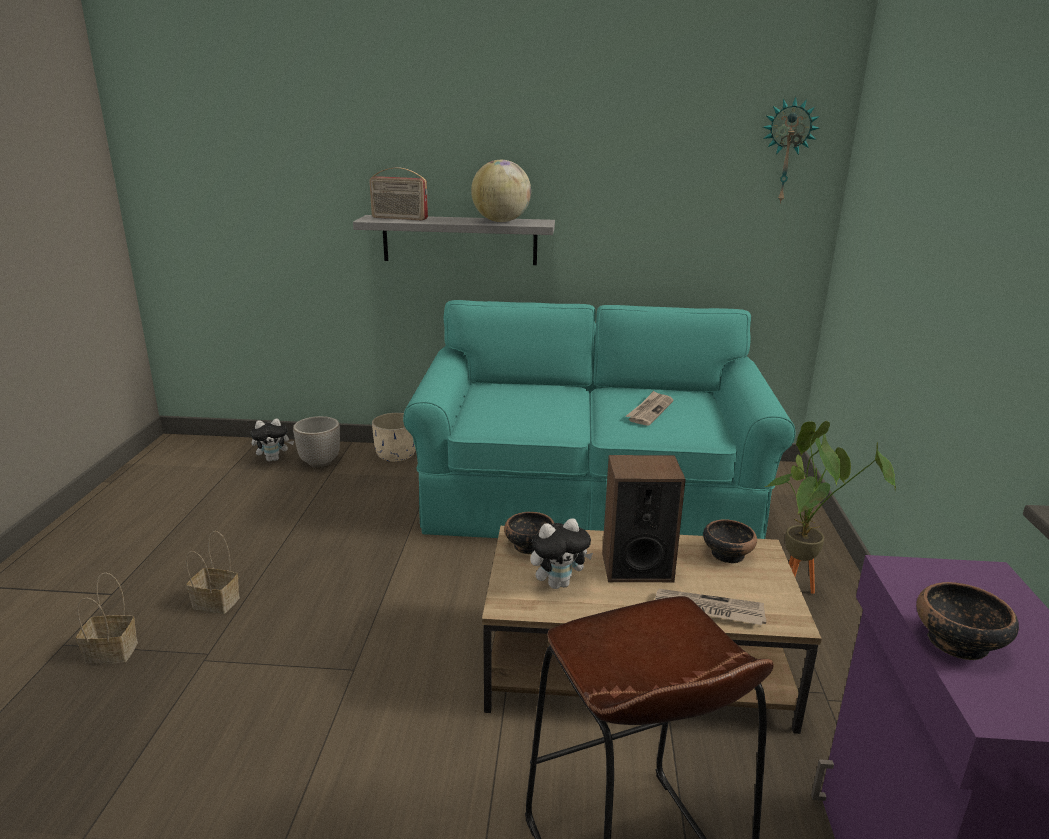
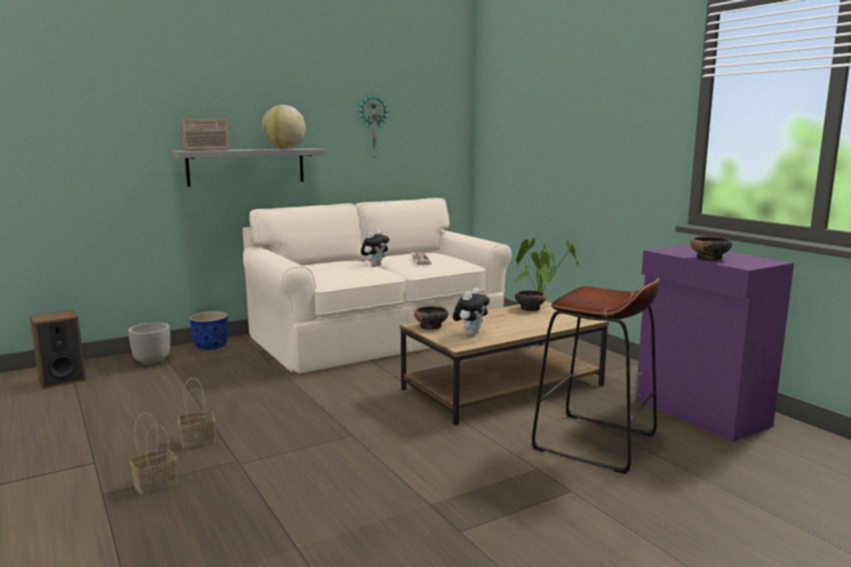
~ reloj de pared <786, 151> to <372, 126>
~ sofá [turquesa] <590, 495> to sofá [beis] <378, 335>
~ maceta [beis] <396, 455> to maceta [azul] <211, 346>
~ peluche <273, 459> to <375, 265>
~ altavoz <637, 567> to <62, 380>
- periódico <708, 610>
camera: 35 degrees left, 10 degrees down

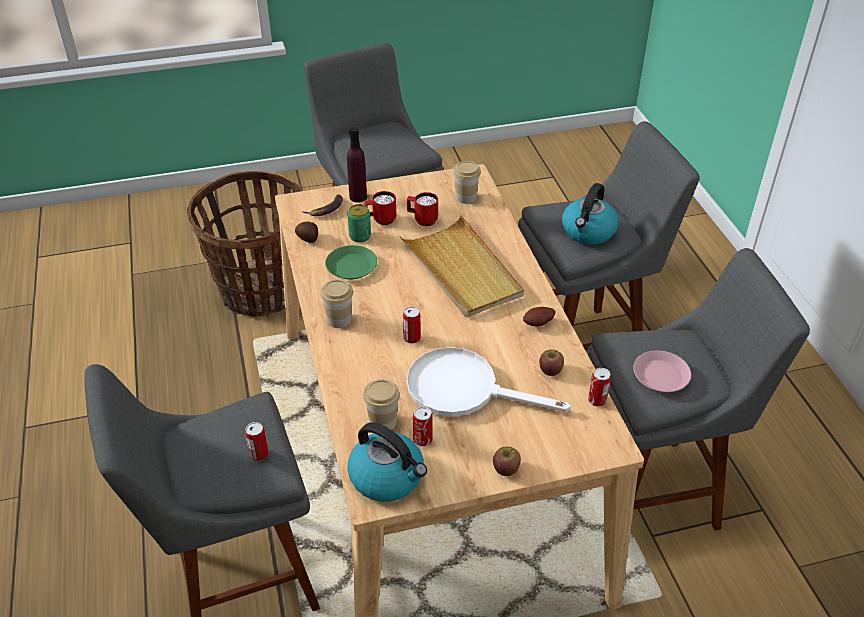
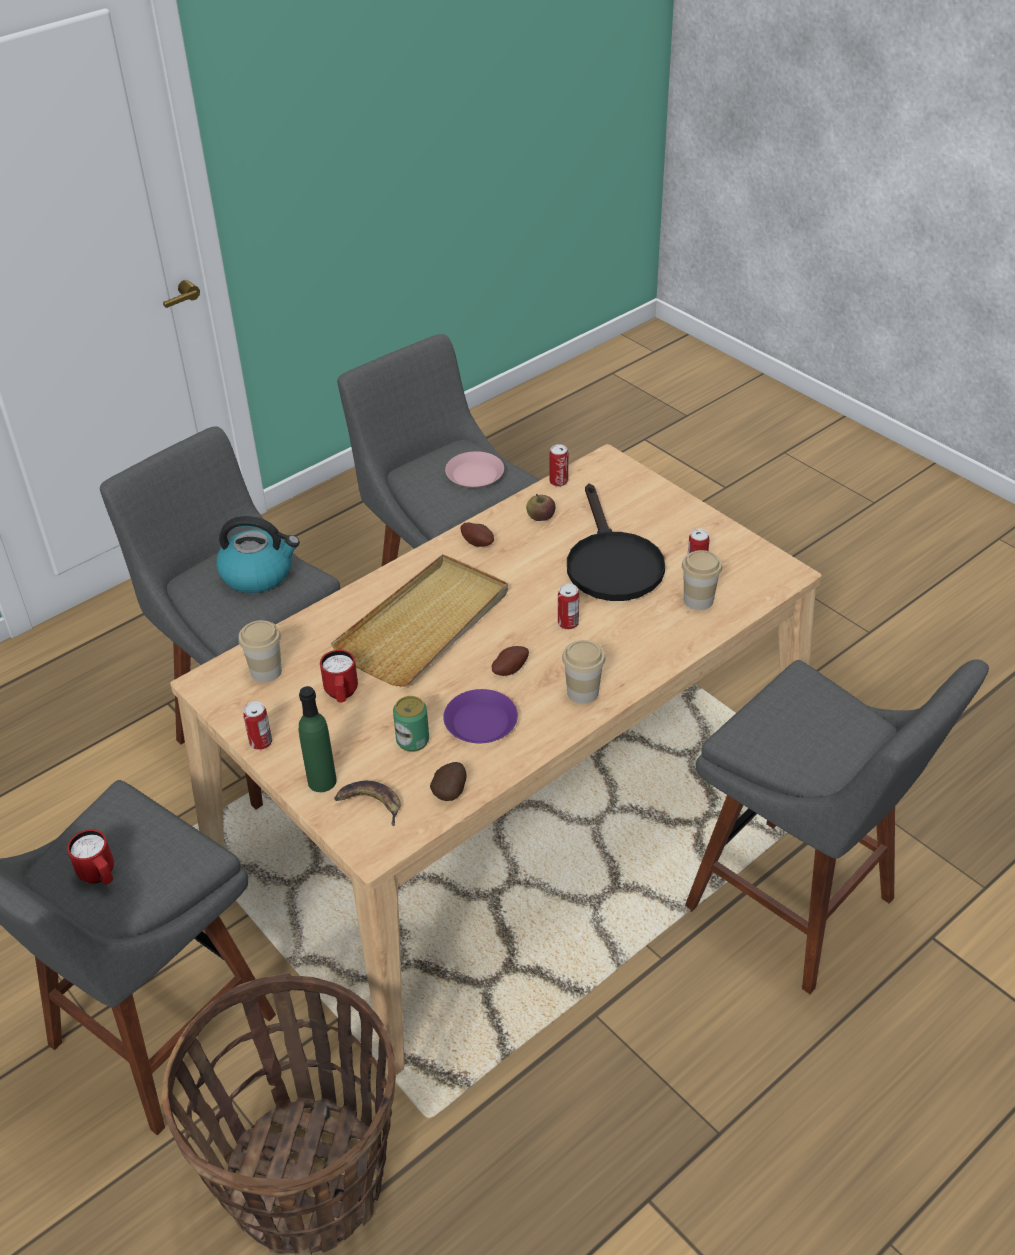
~ botella [morado] <358, 197> to botella [verde] <322, 781>
~ taza grande [rojo] <380, 220> to <100, 876>
~ plato [verde] <351, 267> to plato [morado] <481, 722>
~ sartén [blanco] <464, 389> to sartén [negro] <611, 562>
~ lata <259, 454> to <261, 742>
- hervidor <388, 477>
- manzana <506, 468>
+ patata <509, 669>
camera: 115 degrees left, 0 degrees up

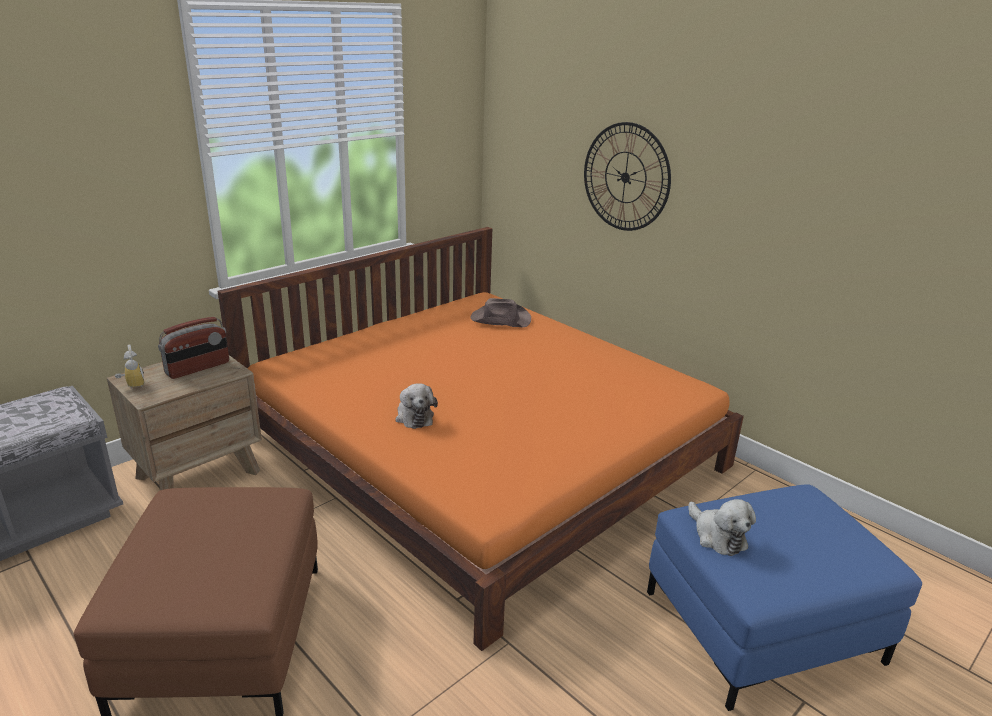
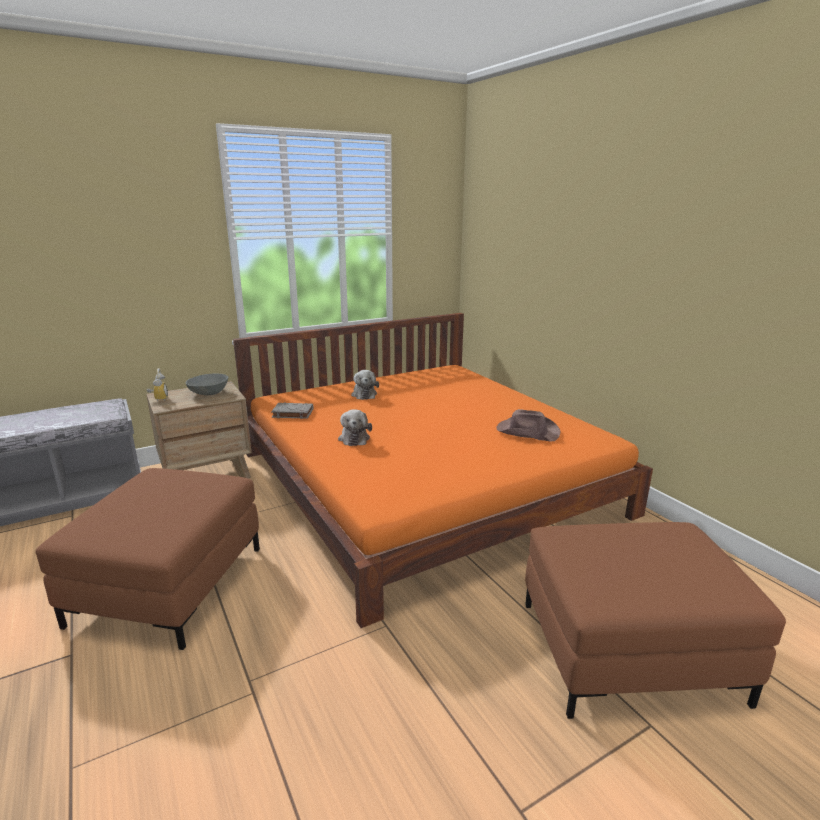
- reloj de pared <625, 177>
~ sombrero [marrón] <500, 319> to <527, 431>
~ radio <198, 368> to cuenco [gris] <209, 393>
~ puf [azul] <761, 627> to puf [marrón] <627, 651>
~ peluche <717, 536> to <364, 394>
+ libro [gris] <292, 413>
camera: 15 degrees right, 5 degrees down

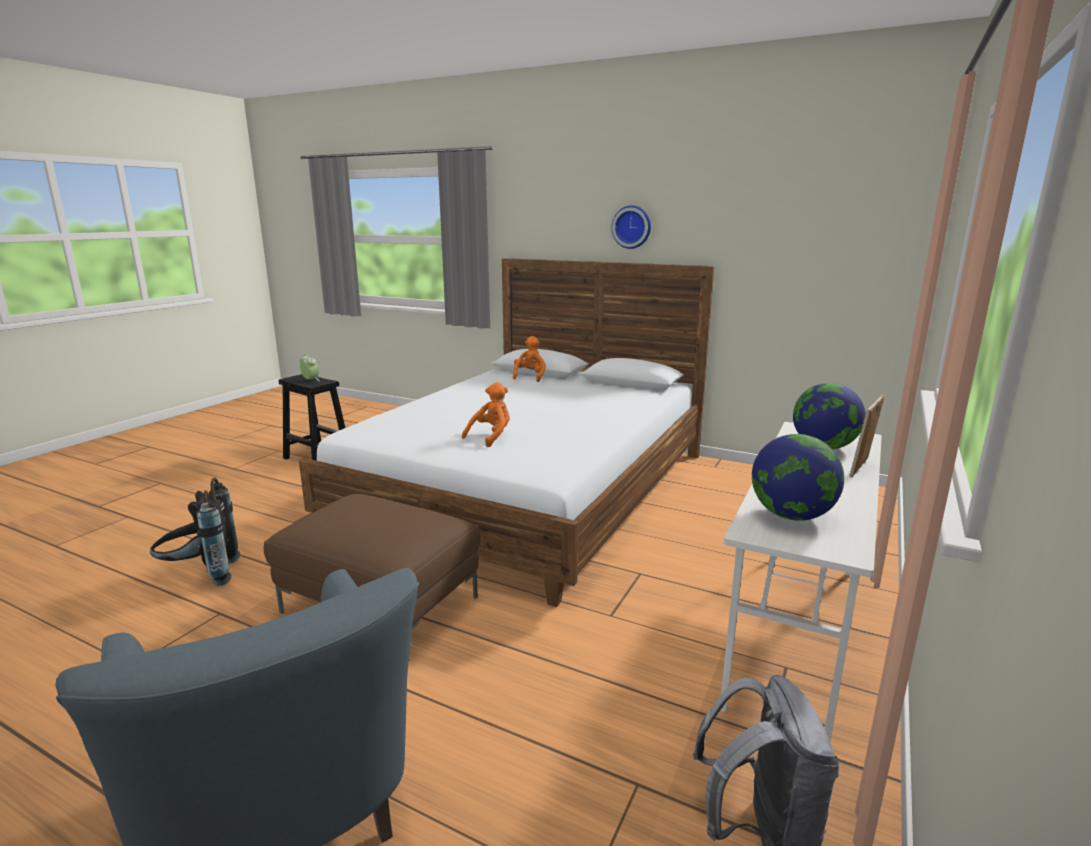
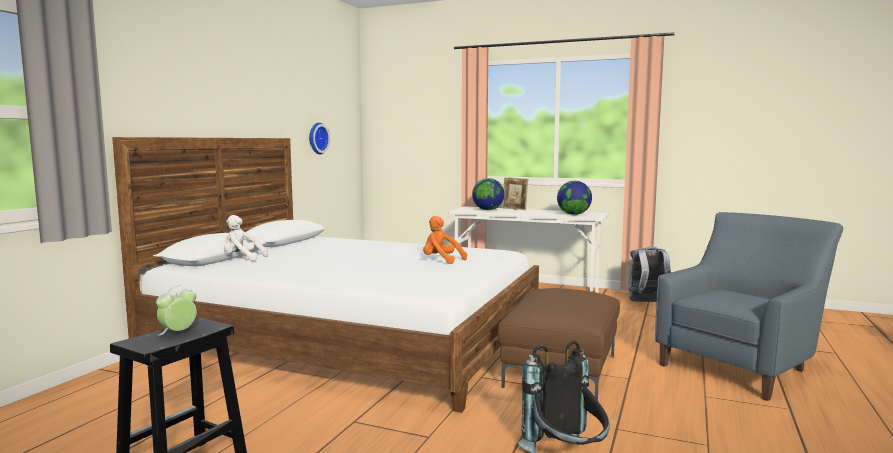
~ reloj de pared <632, 227> to <317, 138>
~ peluche [naranja] <530, 377> to peluche [blanco] <242, 259>
camera: 95 degrees left, 10 degrees down

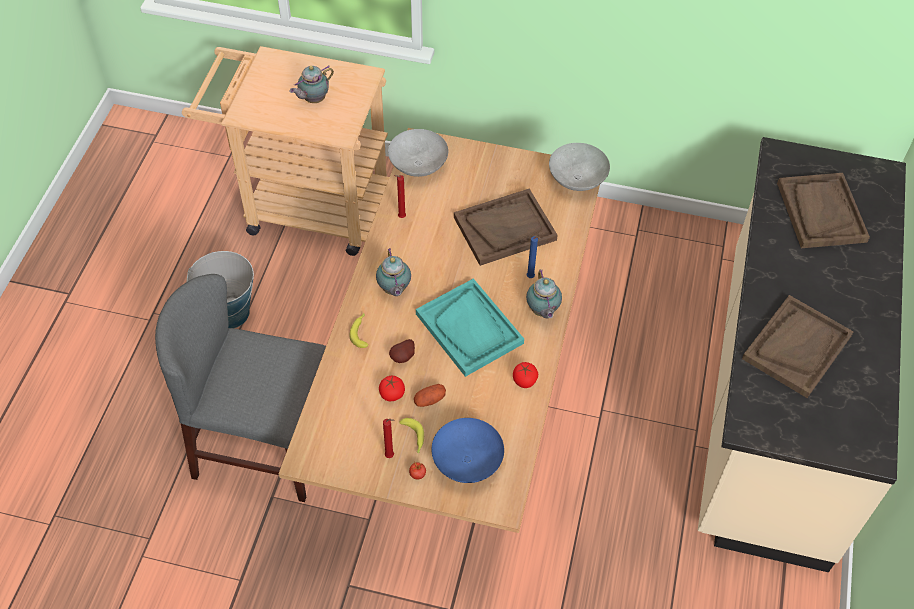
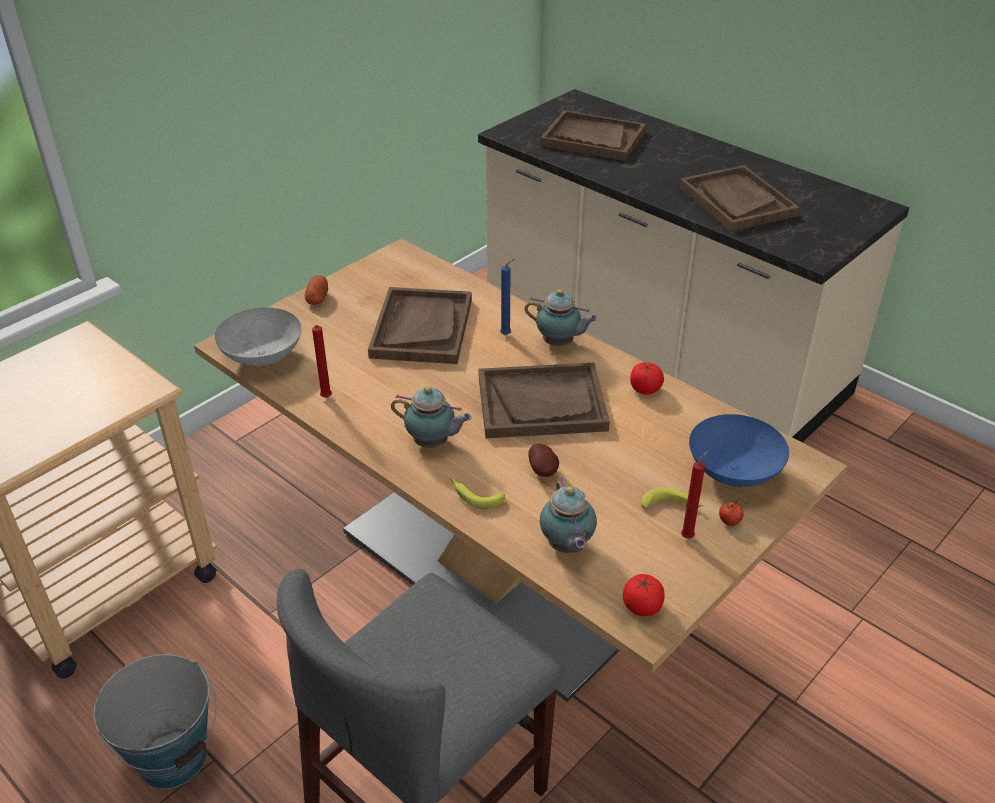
~ tetera <313, 100> to <566, 547>
- cuenco [gris] <578, 180>
~ bandeja [turquesa] <469, 329> to bandeja [marrón] <542, 403>
~ tomate <392, 394> to <642, 606>
~ patata <429, 400> to <317, 298>
camera: 60 degrees left, 15 degrees down

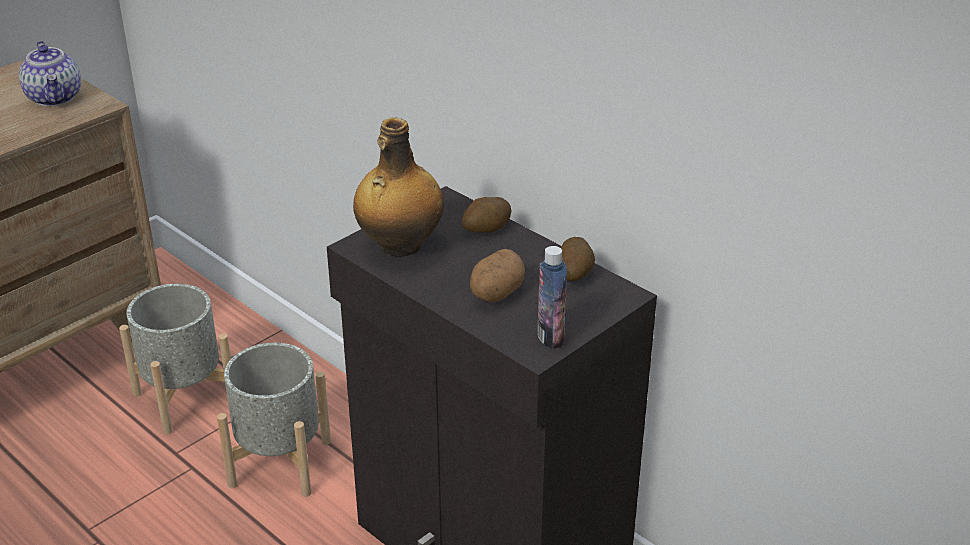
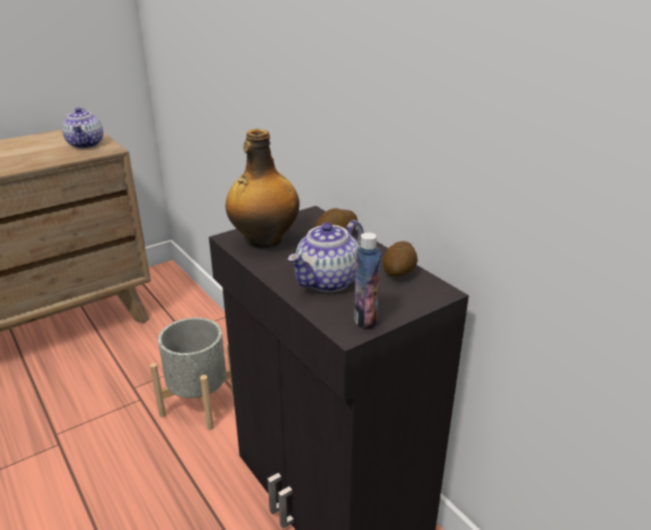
~ patata <495, 294> to tetera <328, 281>
- maceta [gris] <185, 398>
camera: 10 degrees right, 5 degrees down

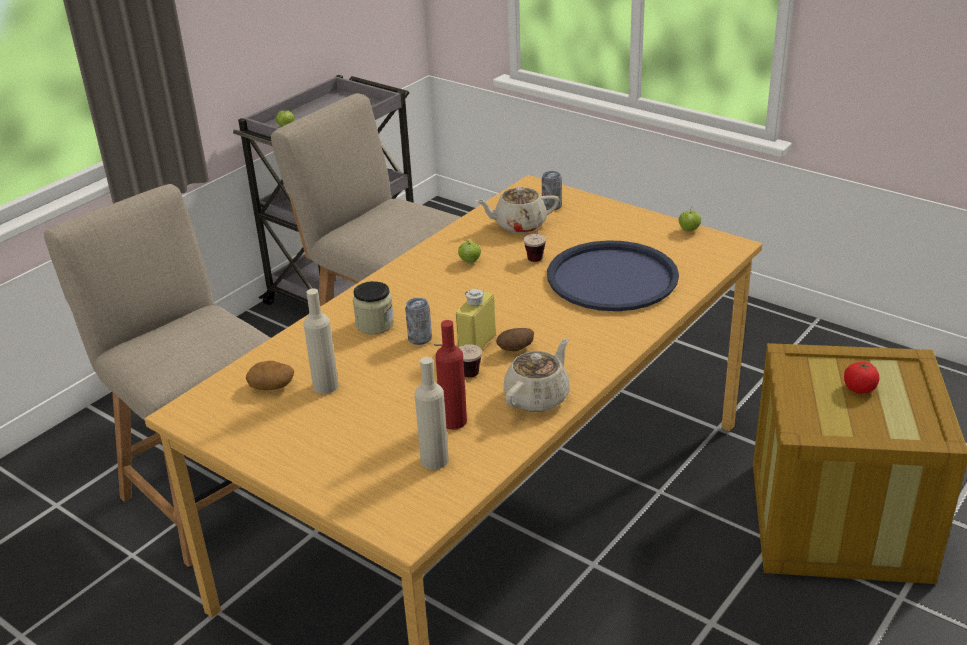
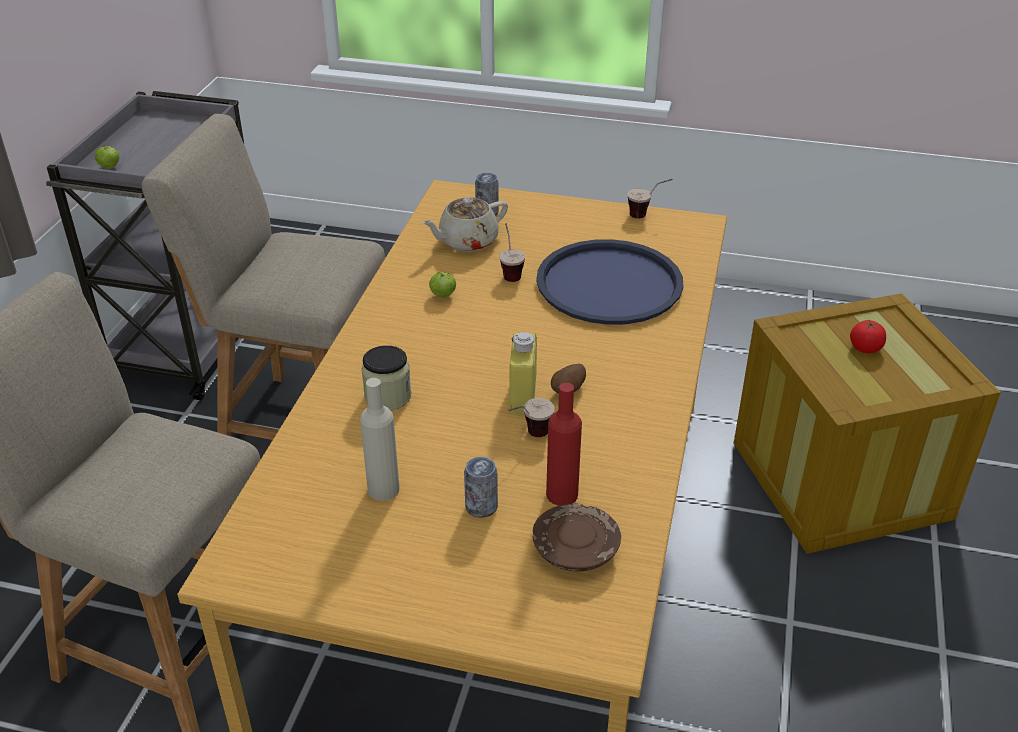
~ manzana <689, 230> to taza <647, 214>
~ lata <420, 339> to <481, 507>
- tetera [beis] <538, 397>
~ botella [beis] <434, 460> to plato [marrón] <575, 549>
- patata <272, 386>
camera: 25 degrees left, 5 degrees up

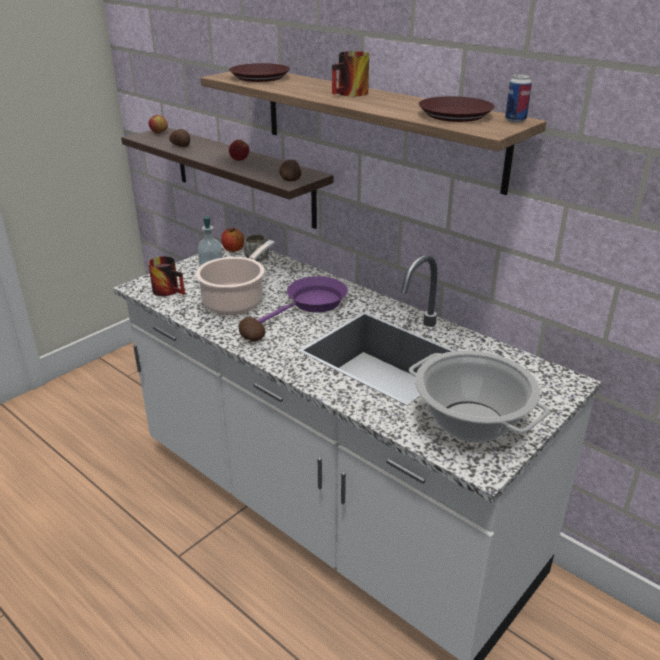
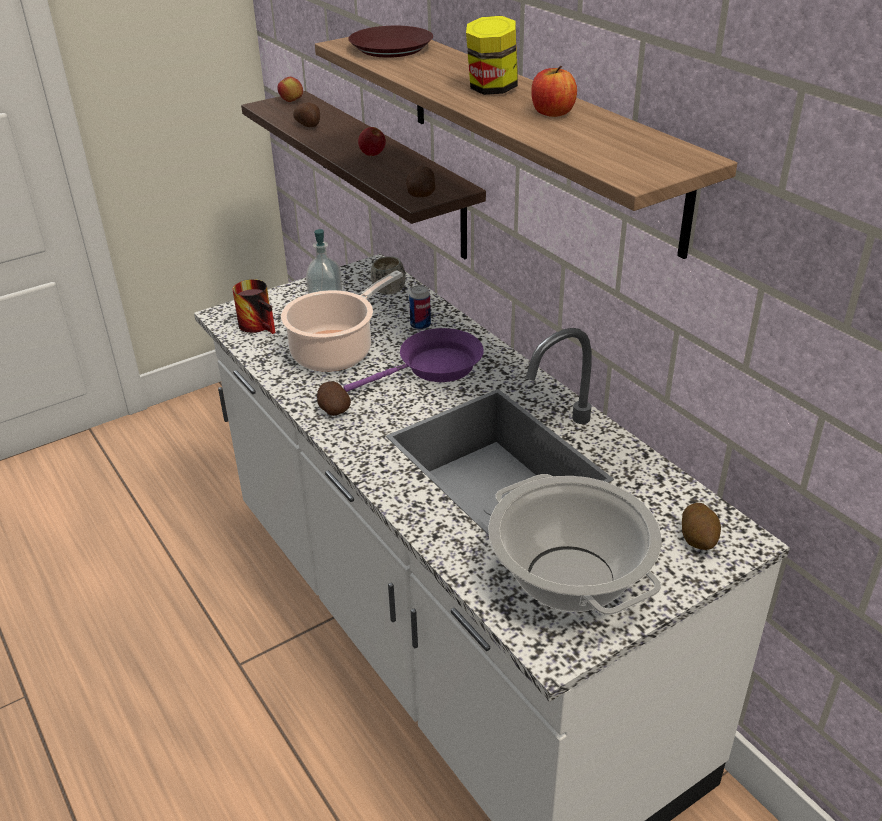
~ taza grande <351, 94> to tarro <492, 89>
~ lata <515, 120> to <420, 326>
- plato [marrón] <454, 115>
~ manzana <233, 249> to <552, 113>
+ patata <699, 539>
camera: 15 degrees right, 5 degrees up

